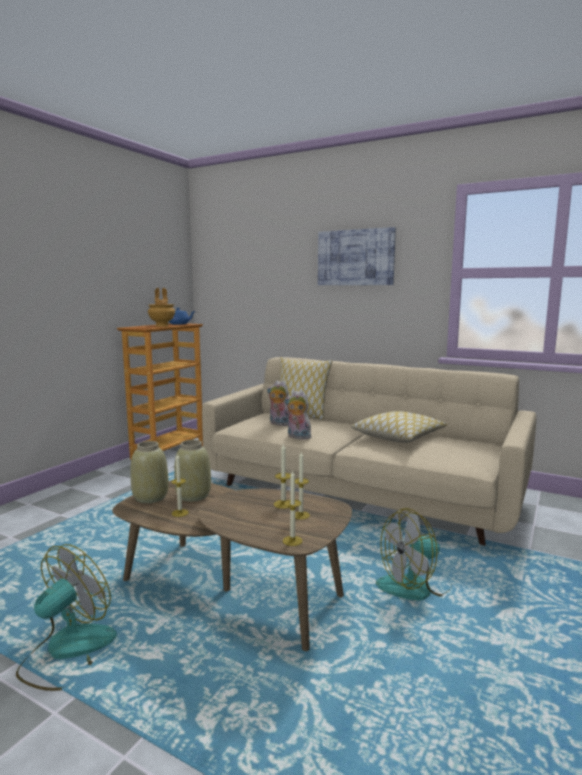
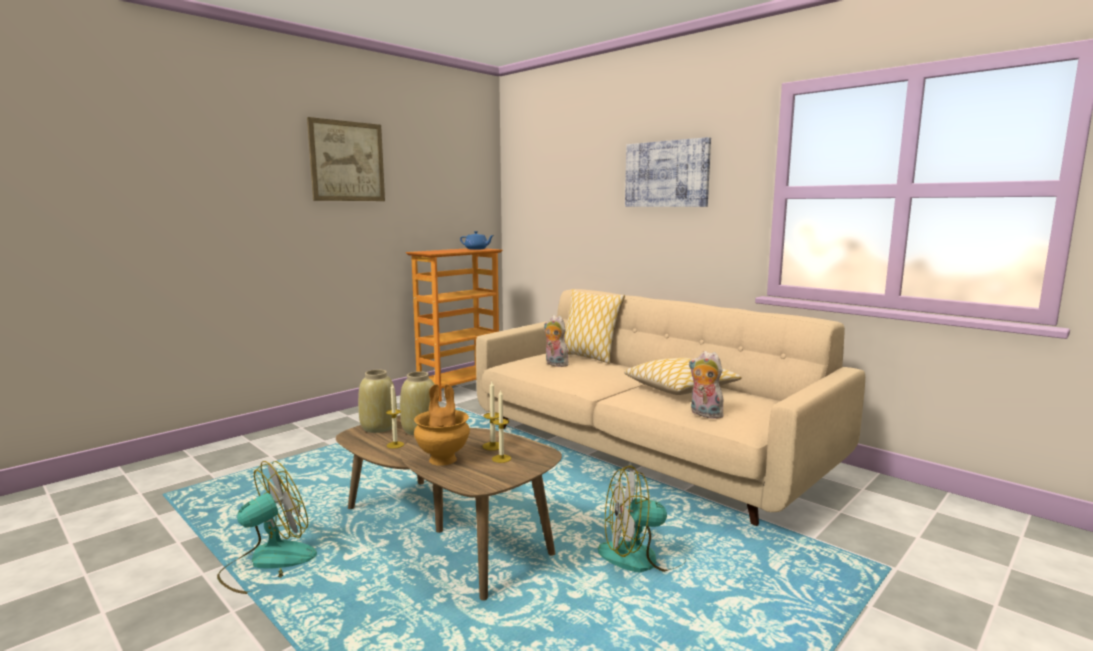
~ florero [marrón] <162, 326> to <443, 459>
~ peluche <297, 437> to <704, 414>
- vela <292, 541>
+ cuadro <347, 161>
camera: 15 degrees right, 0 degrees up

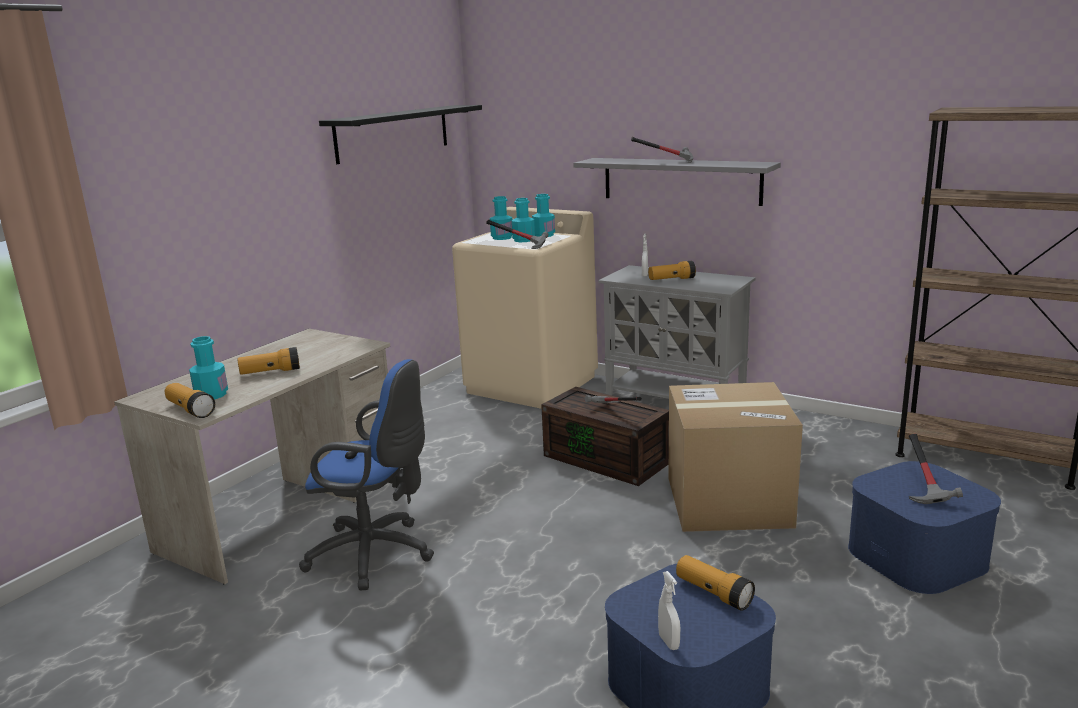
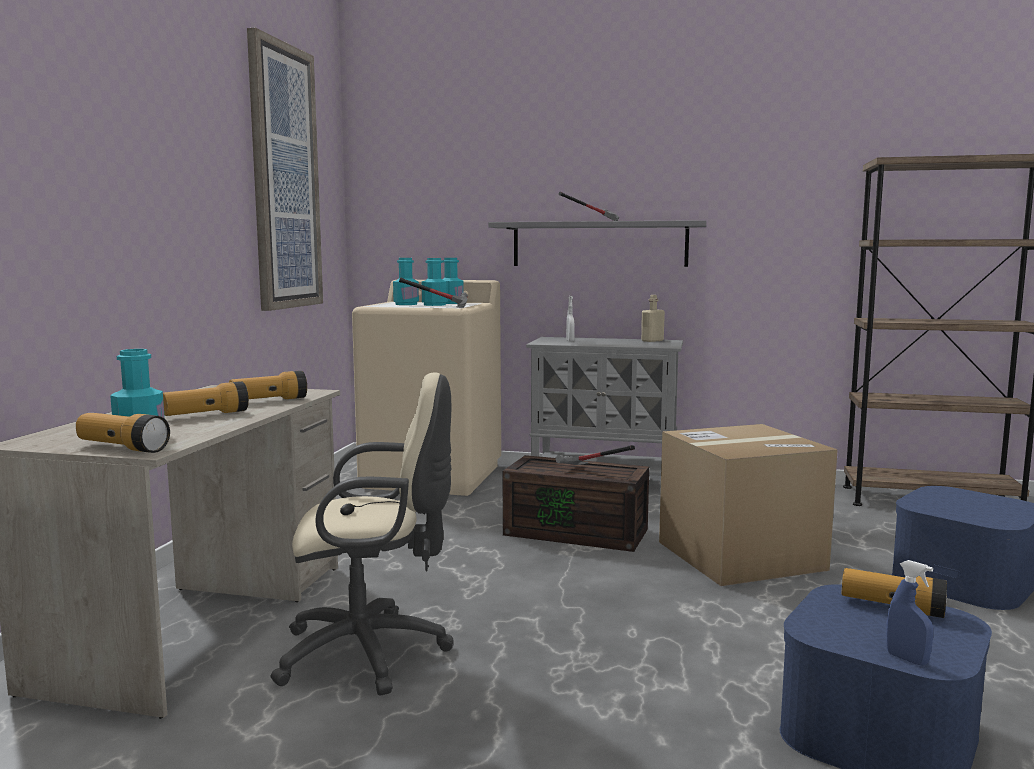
~ estante [negro] <393, 133> to cuadro <284, 178>
~ linterna <671, 279> to <269, 400>
~ silla de oficina [azul] <377, 555> to silla de oficina [beis] <372, 653>
- martillo <928, 488>
~ pulverizador [blanco] <669, 642> to pulverizador [azul] <907, 659>
+ botella [beis] <652, 340>
camera: 20 degrees left, 10 degrees down

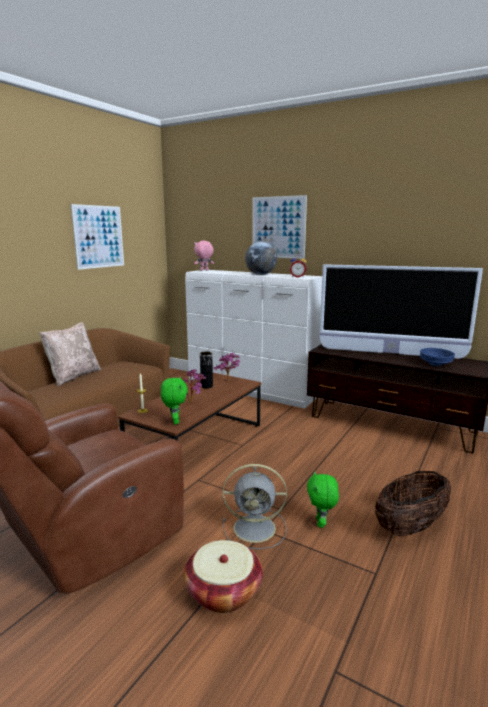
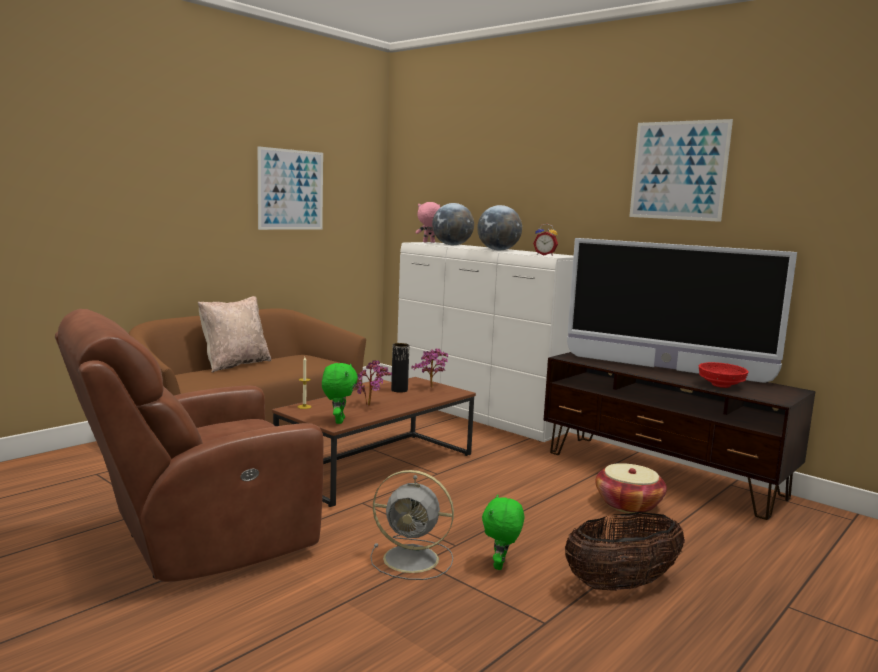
~ cuadro <278, 227> to <678, 170>
~ cuenco [azul] <435, 364> to cuenco [rojo] <720, 385>
~ cesta <223, 591> to <628, 504>
+ globo terráqueo <452, 245>
camera: 10 degrees right, 5 degrees down

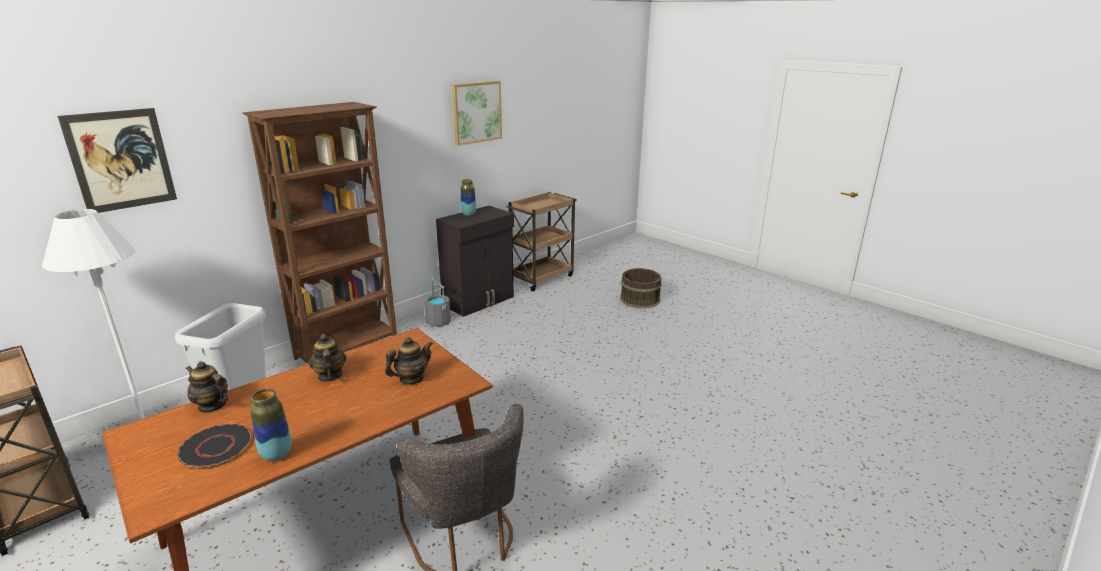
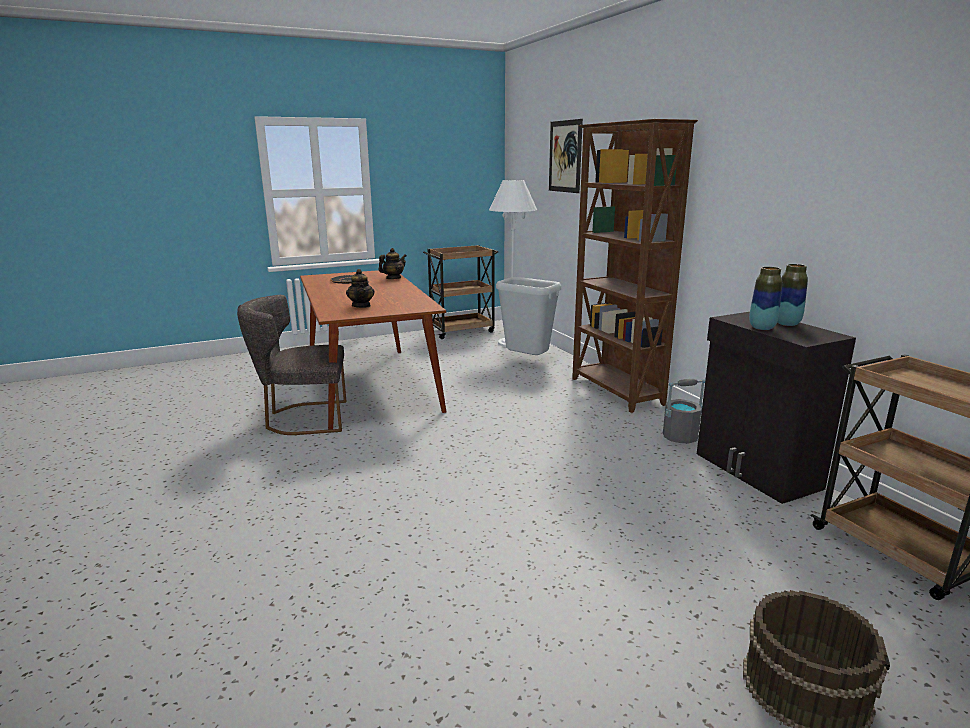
- cuadro <476, 112>
- tetera <329, 376>
~ florero <276, 455> to <762, 328>
camera: 110 degrees right, 5 degrees down

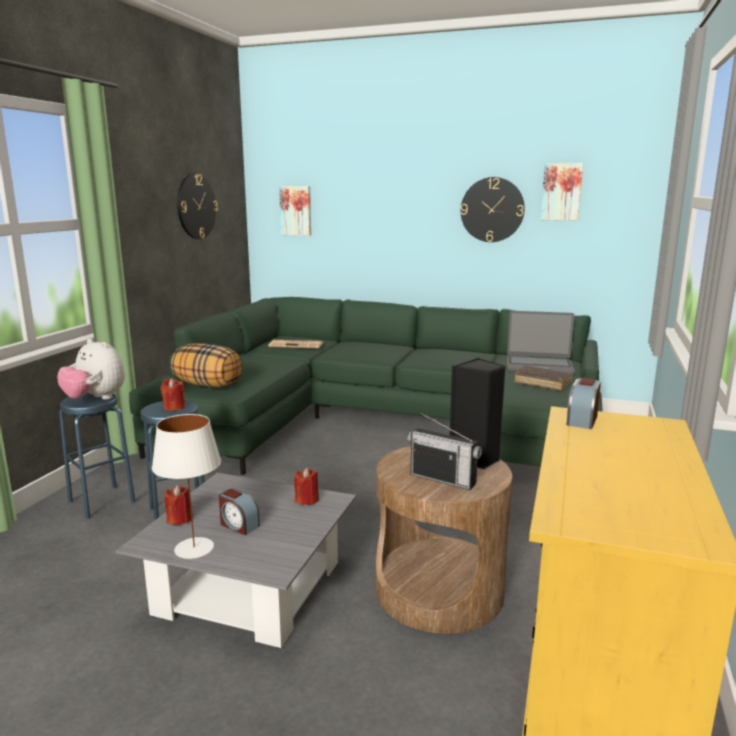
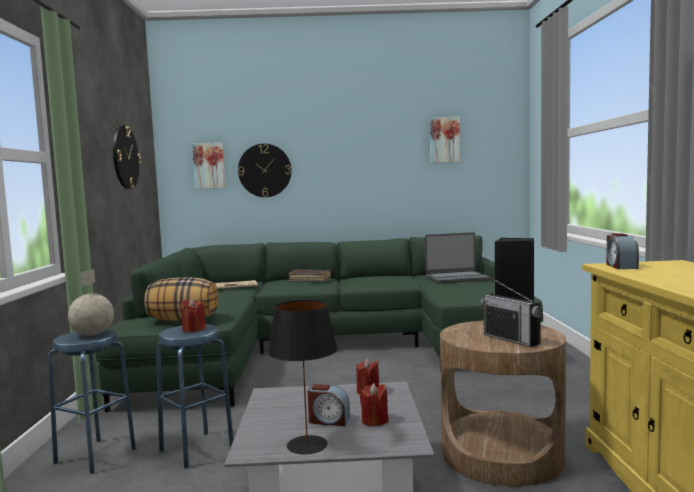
~ reloj de pared <492, 210> to <264, 170>
~ peluche <95, 399> to globo terráqueo <93, 334>
~ libro [marrón] <542, 383> to <310, 280>
~ radio <443, 479> = <511, 339> 45 degrees clockwise
~ lámpara de mesa [blanco] <194, 547> to lámpara de mesa [negro] <306, 445>
~ vela [rojo] <179, 519> to <374, 421>
camera: 20 degrees left, 10 degrees down

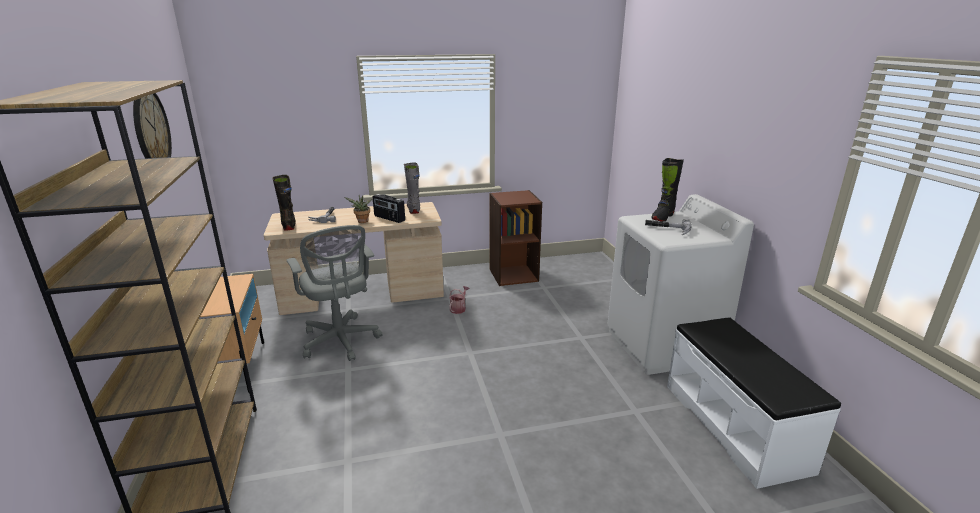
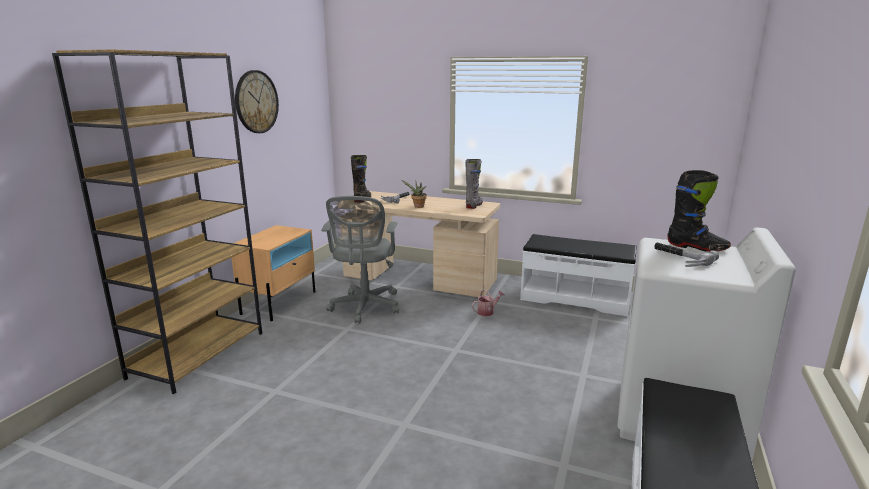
~ bota [negro] <662, 217> = <697, 247> 135 degrees counterclockwise
~ estantería [marrón] <513, 275> to banco [blanco] <575, 298>
- radio <389, 218>
camera: 35 degrees right, 5 degrees down

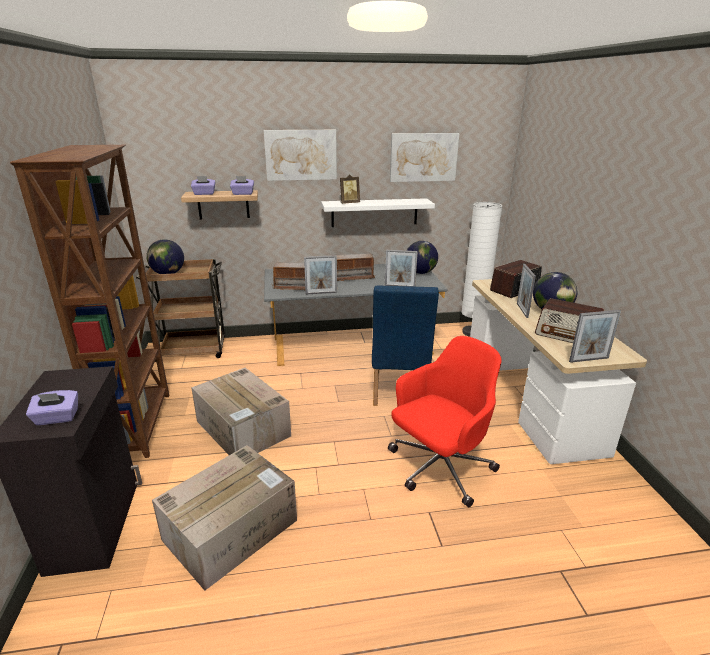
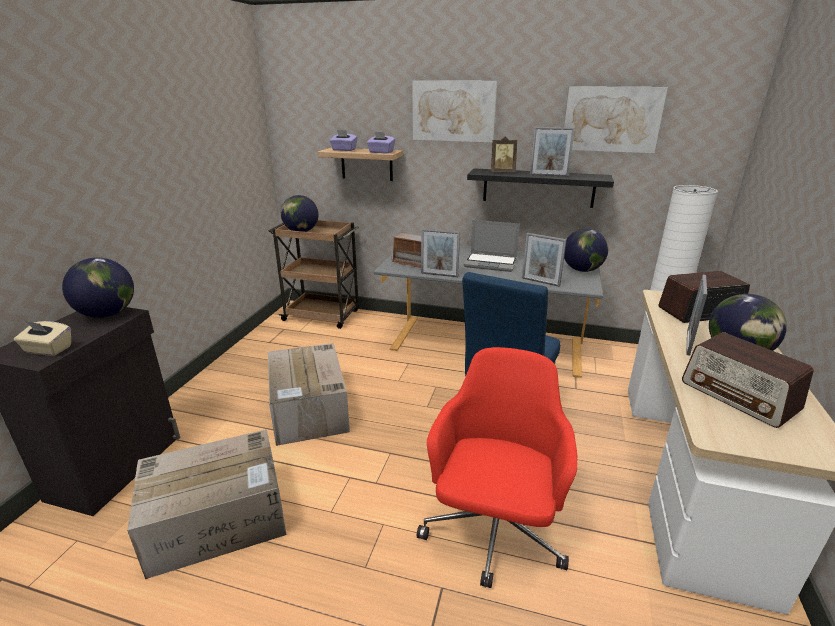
- estantería [marrón] <139, 424>
~ estante [blanco] <374, 212> to estante [negro] <538, 187>
~ radio <352, 277> to portátil <491, 263>
~ portarretratos <588, 359> to <548, 175>
~ silla de oficina [rojo] <439, 468> = <494, 531> 60 degrees counterclockwise
~ caja de pañuelos [morado] <57, 418> to caja de pañuelos [beis] <48, 350>
+ globo terráqueo <108, 314>
camera: 25 degrees right, 0 degrees up

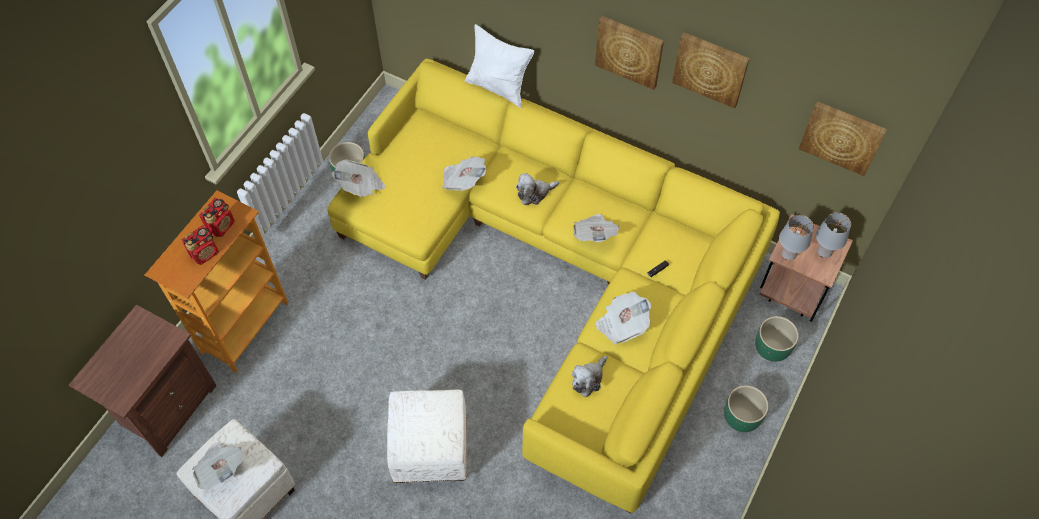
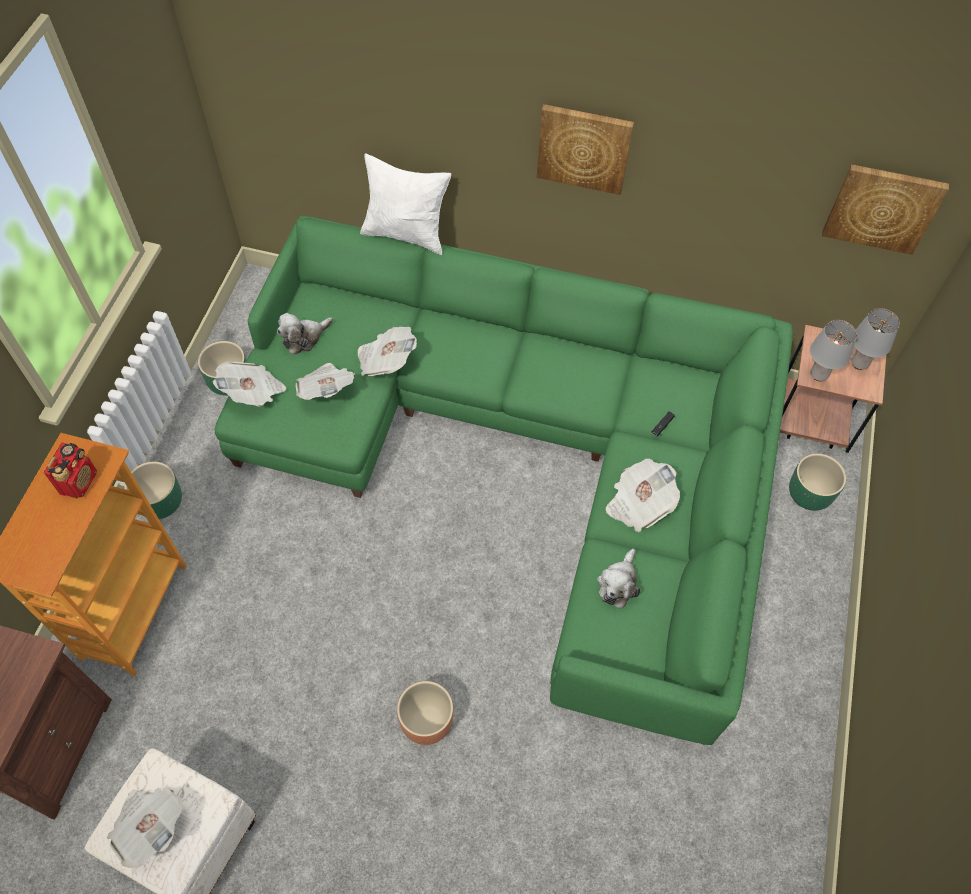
- cuadro <710, 68>
~ sofá [amarillo] <561, 271> to sofá [verde] <529, 452>
~ peluche <534, 193> to <304, 338>
~ periódico <594, 235> to <326, 390>
- radio <205, 253>
~ maceta [verde] <741, 417> to <162, 503>
~ puf [blanco] <432, 450> to maceta [marrón] <427, 721>
camera: 15 degrees left, 0 degrees up

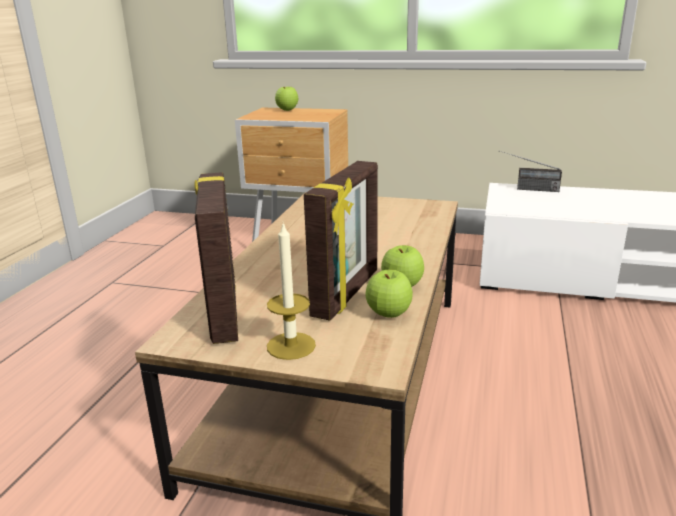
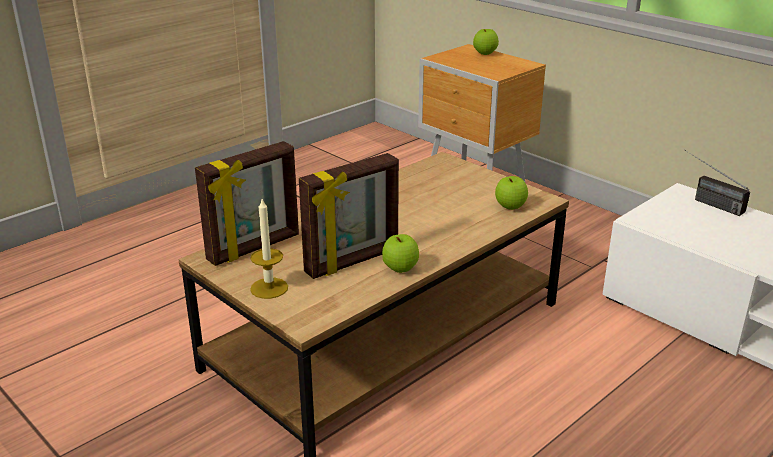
~ portarretratos <222, 312> = <254, 248> 150 degrees counterclockwise
~ manzana <388, 314> to <510, 207>
camera: 30 degrees right, 5 degrees up

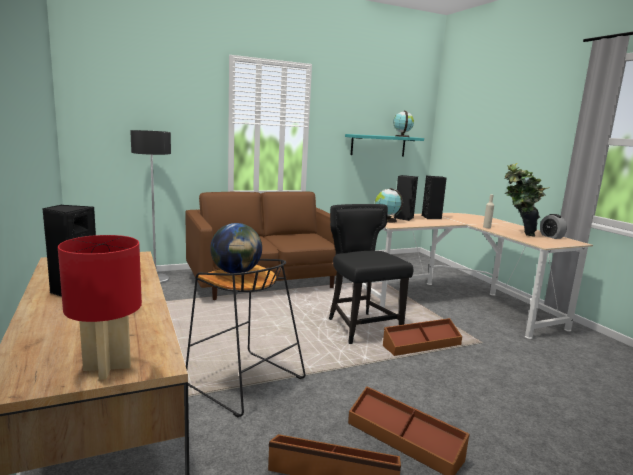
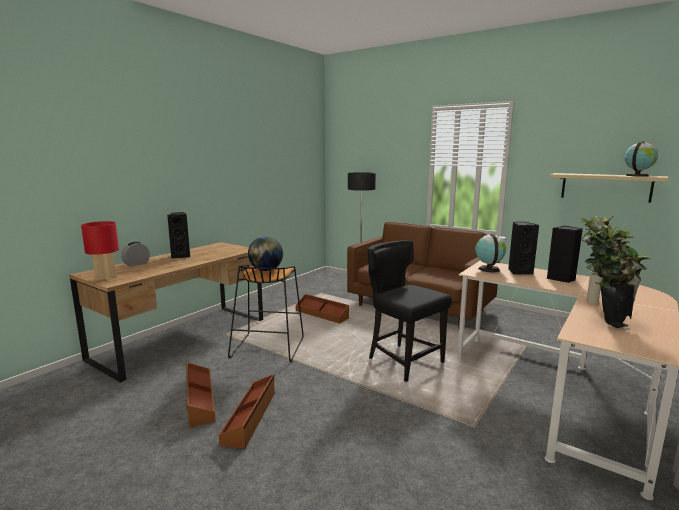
~ estante [turquesa] <378, 145> to estante [beis] <605, 187>
~ silla [negro] <361, 327> = <403, 361> 75 degrees counterclockwise
~ despertador <551, 236> to <136, 264>
~ caja de almacenaje [marrón] <421, 345> to <322, 315>
camera: 60 degrees right, 0 degrees up

